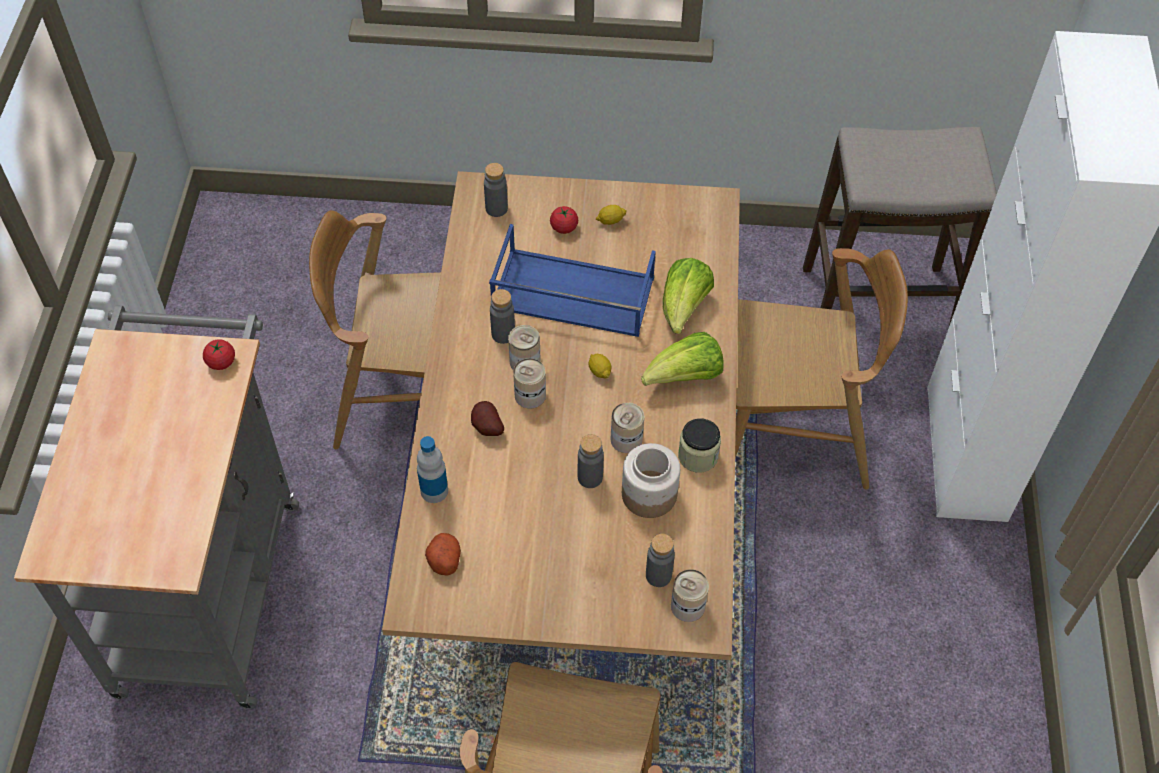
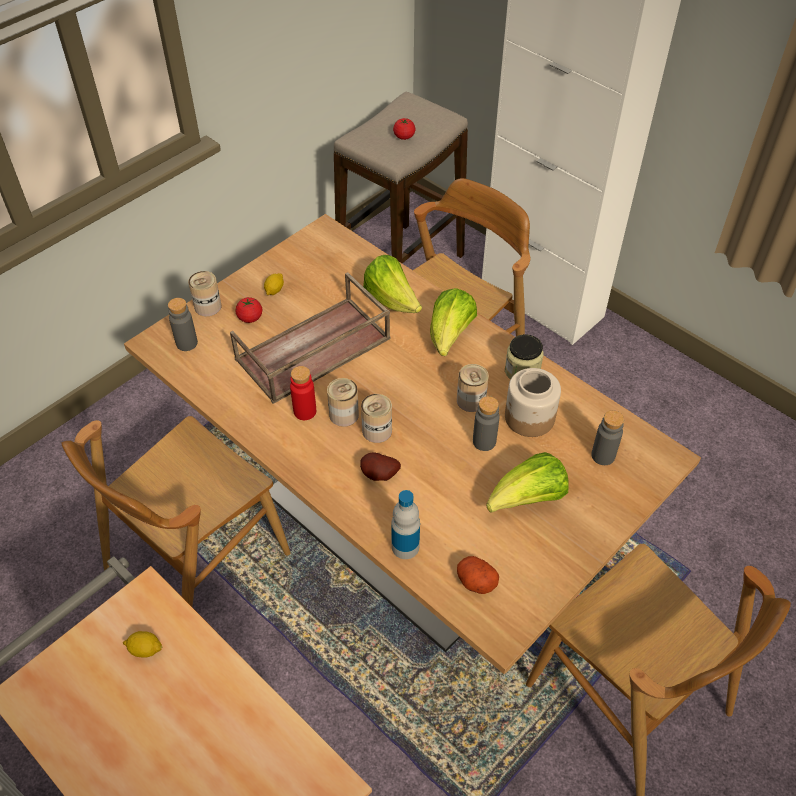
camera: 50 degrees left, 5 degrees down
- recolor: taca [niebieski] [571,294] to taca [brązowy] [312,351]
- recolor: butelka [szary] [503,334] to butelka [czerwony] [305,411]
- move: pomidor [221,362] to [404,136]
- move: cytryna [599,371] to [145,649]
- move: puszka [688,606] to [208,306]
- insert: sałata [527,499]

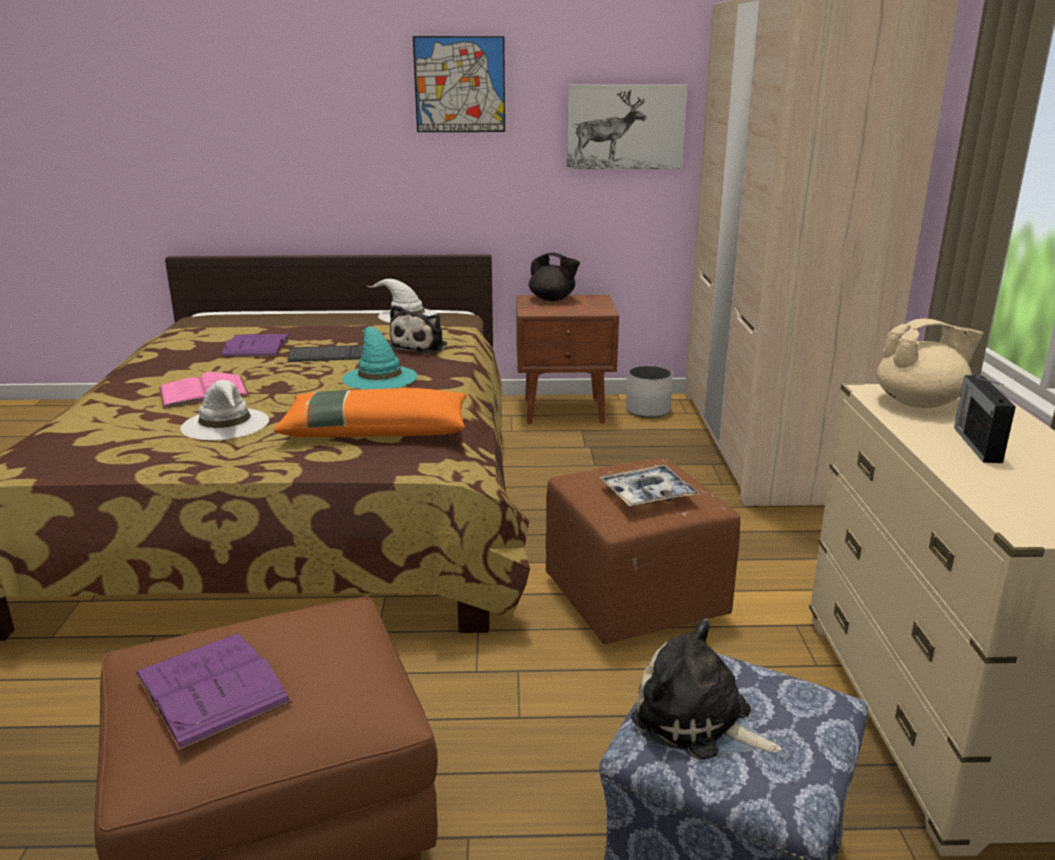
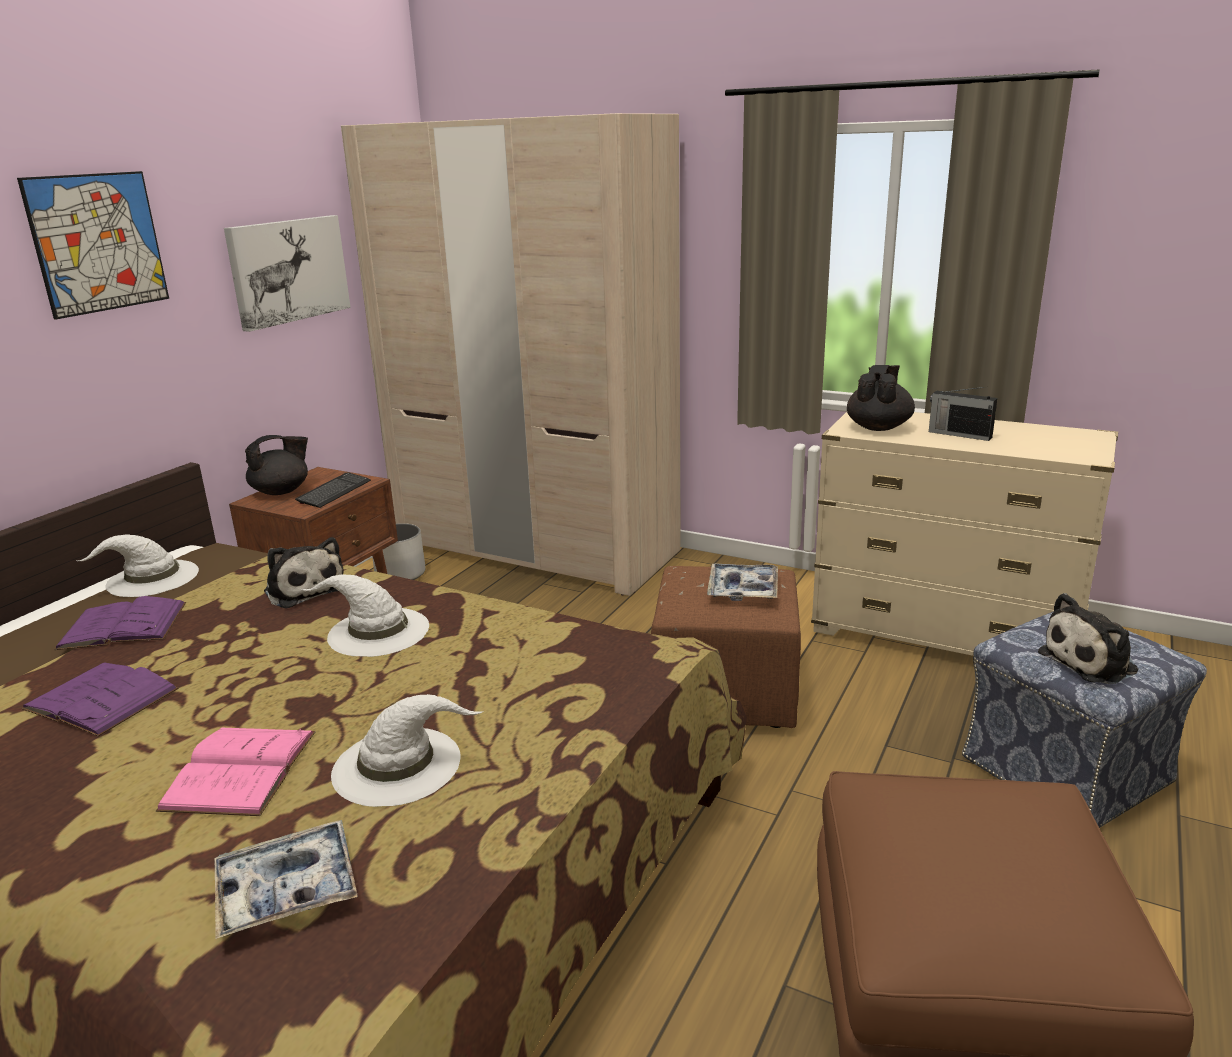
camera: 60 degrees left, 0 degrees up
- recolor: imbryk [beżowy] [920,403] to imbryk [czarny] [878,427]
- recolor: kapelusz [turkusowy] [379,377] to kapelusz [biały] [376,632]
- move: klawiatura [329,356] to [334,492]
- delete: poduszka [pomarańczowy] [376,429]
- move: książka [fioletowy] [211,688] to [123,625]
- insert: taca [287,889]

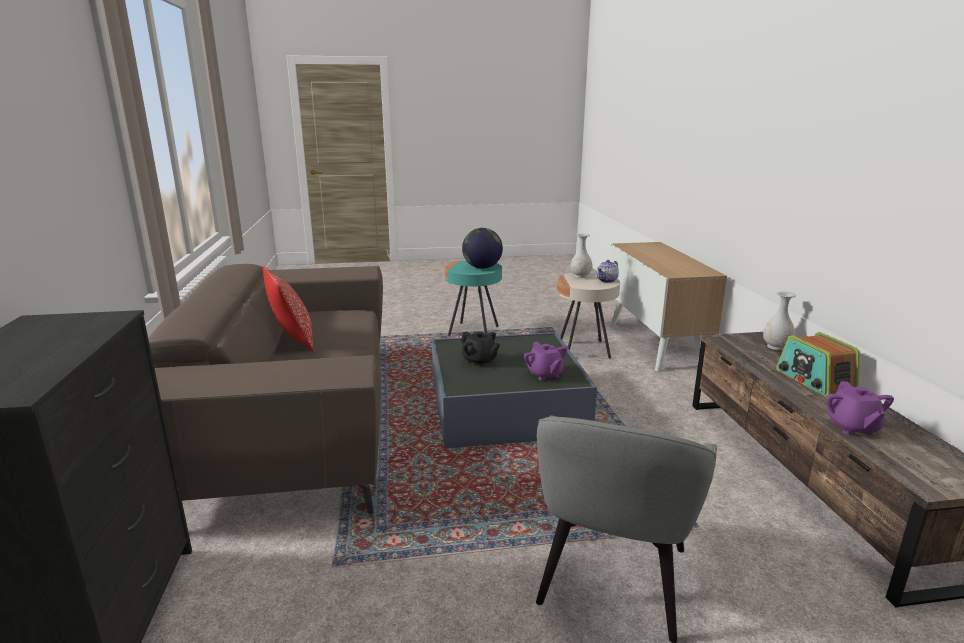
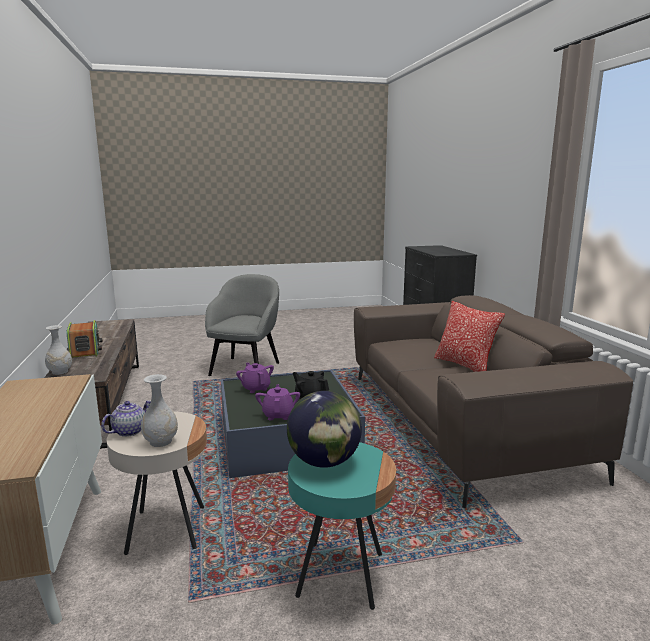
camera: 175 degrees right, 5 degrees down
- move: imbryk [fioletowy] [852,427] to [278,415]

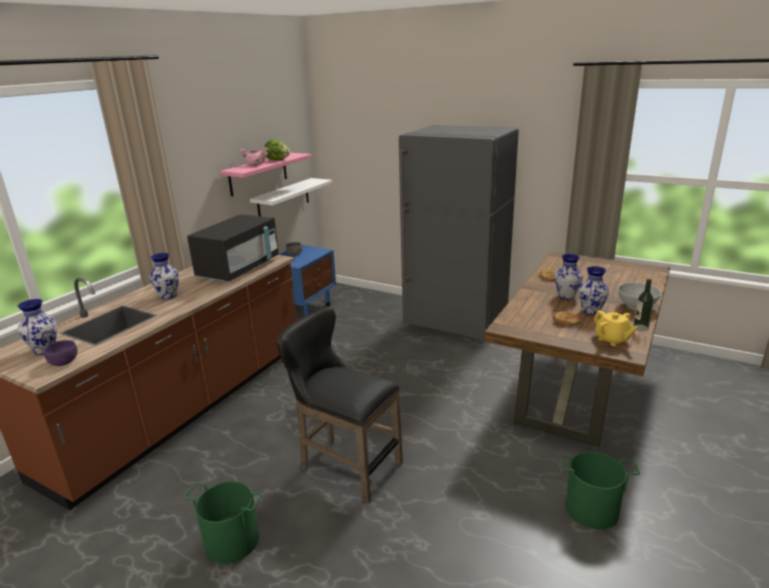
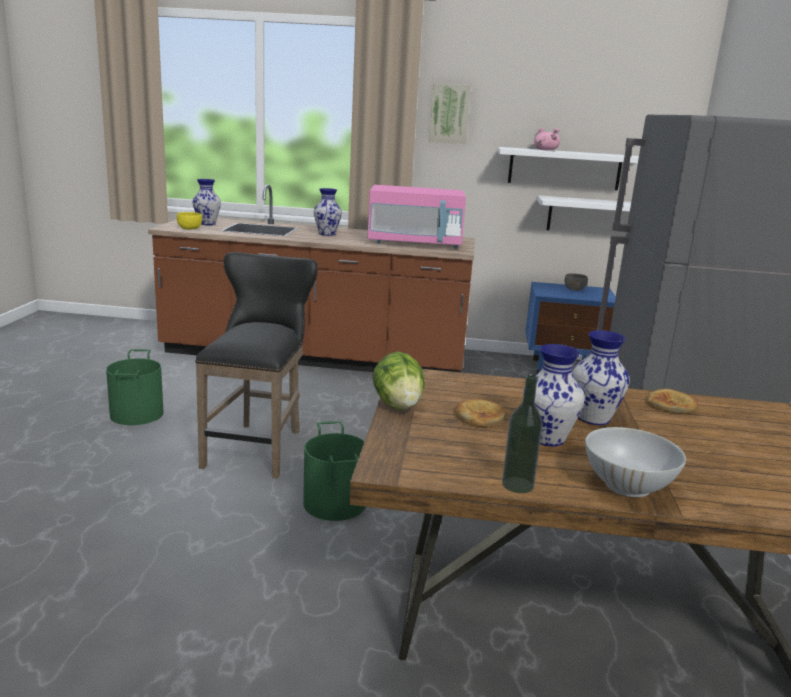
camera: 65 degrees right, 5 degrees down
- move: sałata [277,160] to [398,405]
- recolor: półka [różowy] [258,174] to półka [biały] [564,168]
- recolor: mikrofalówka [czarny] [239,269] to mikrofalówka [różowy] [415,243]
- delete: imbryk [żółty] [612,340]
- recolor: miska [fioletowy] [64,362] to miska [żółty] [190,228]
- move: wiadro [zielony] [591,509] to [333,503]
- insert: obraz [449,113]

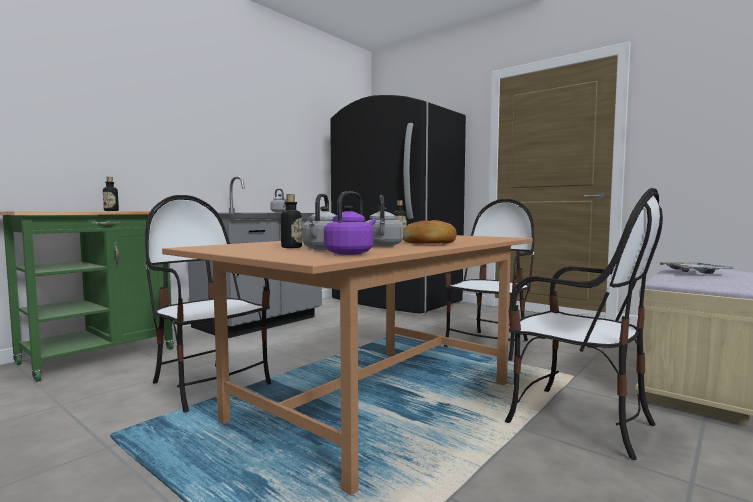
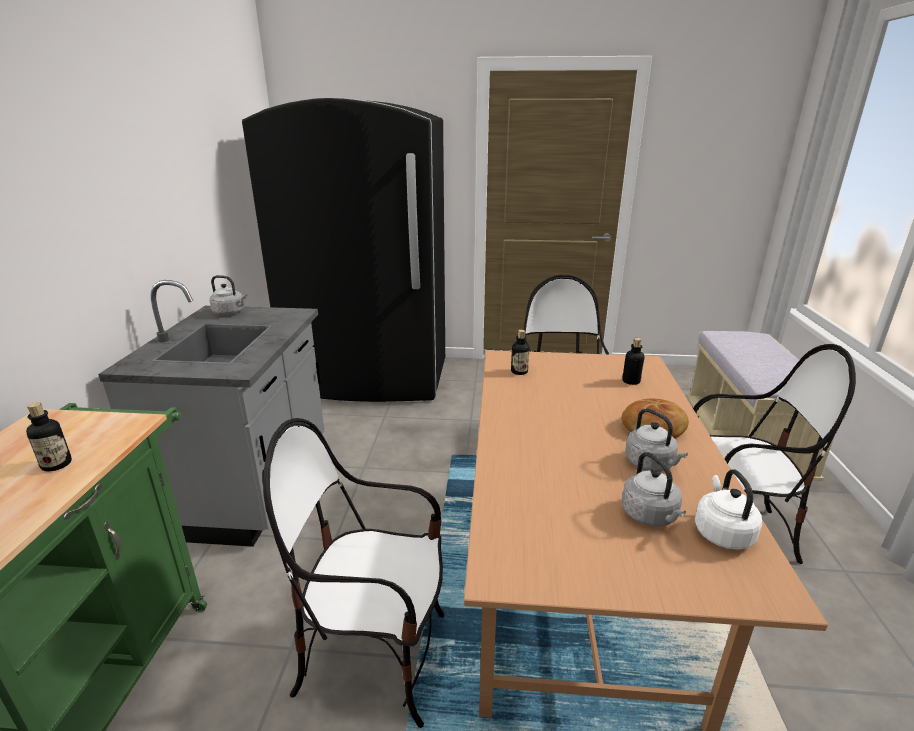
camera: 35 degrees left, 20 degrees up
- recolor: czajnik [fioletowy] [350,253] to czajnik [biały] [721,532]
- move: butelka [291,247] to [631,381]
- delete: taca [695,272]

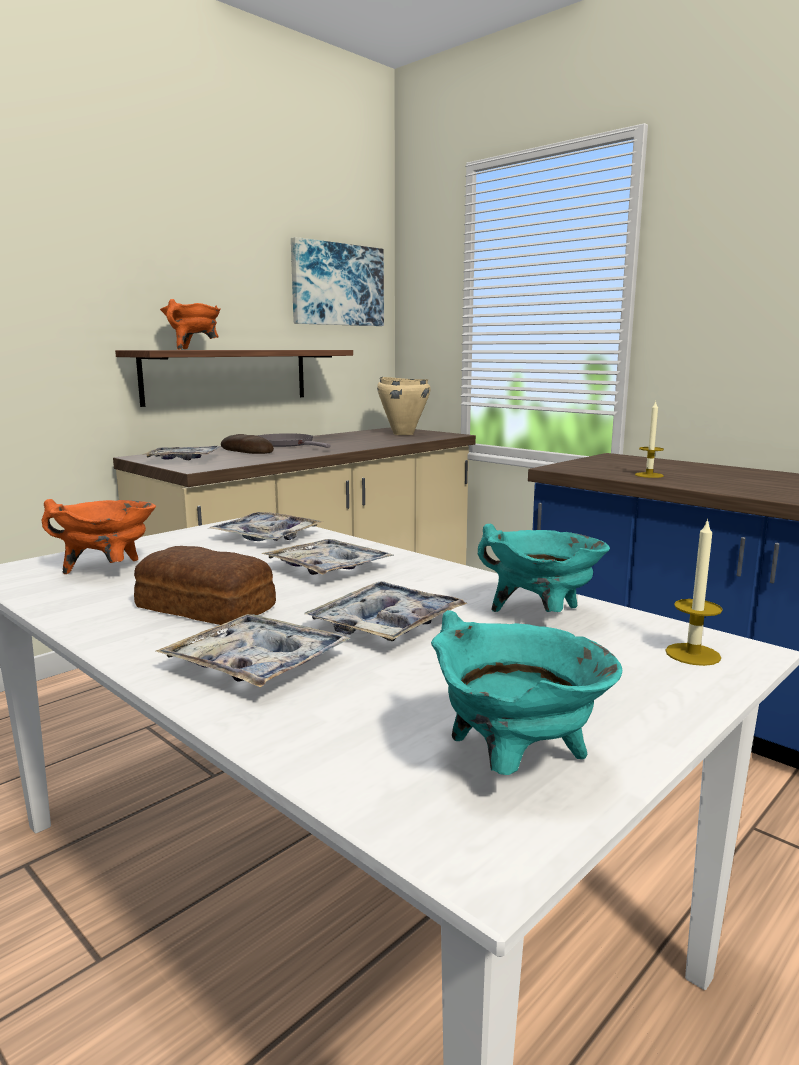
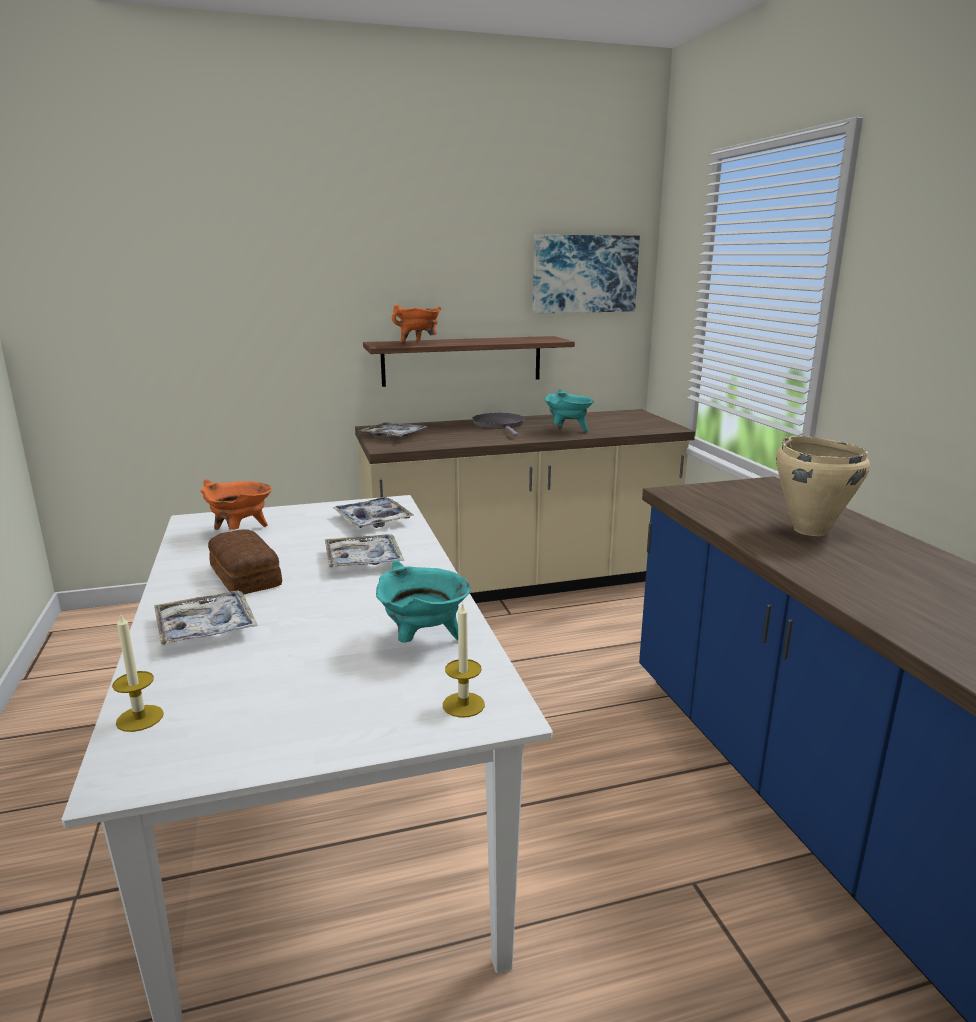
camera: 30 degrees right, 5 degrees up
- move: garnek [beżowy] [403,434] to [810,530]
- move: świeca [649,475] to [140,718]
- delete: chleb [246,451]
- delete: taca [386,624]
- move: garnek [turkusowy] [516,766] to [568,430]

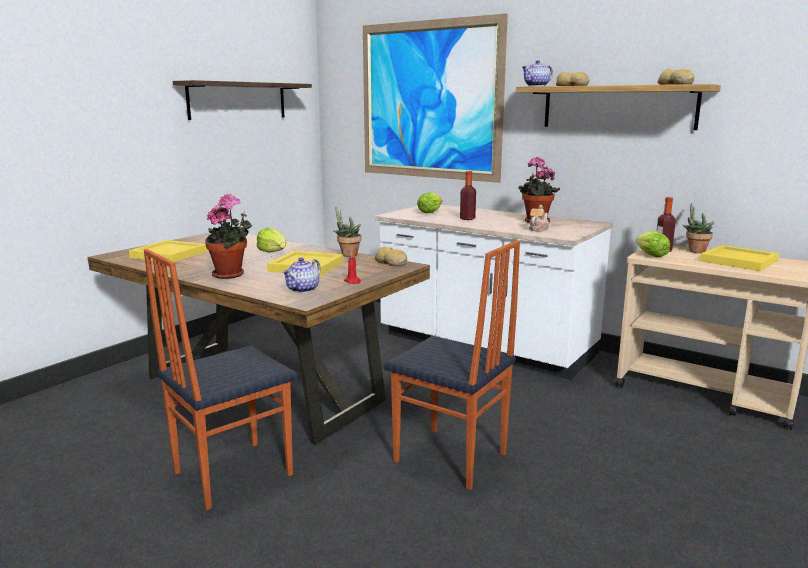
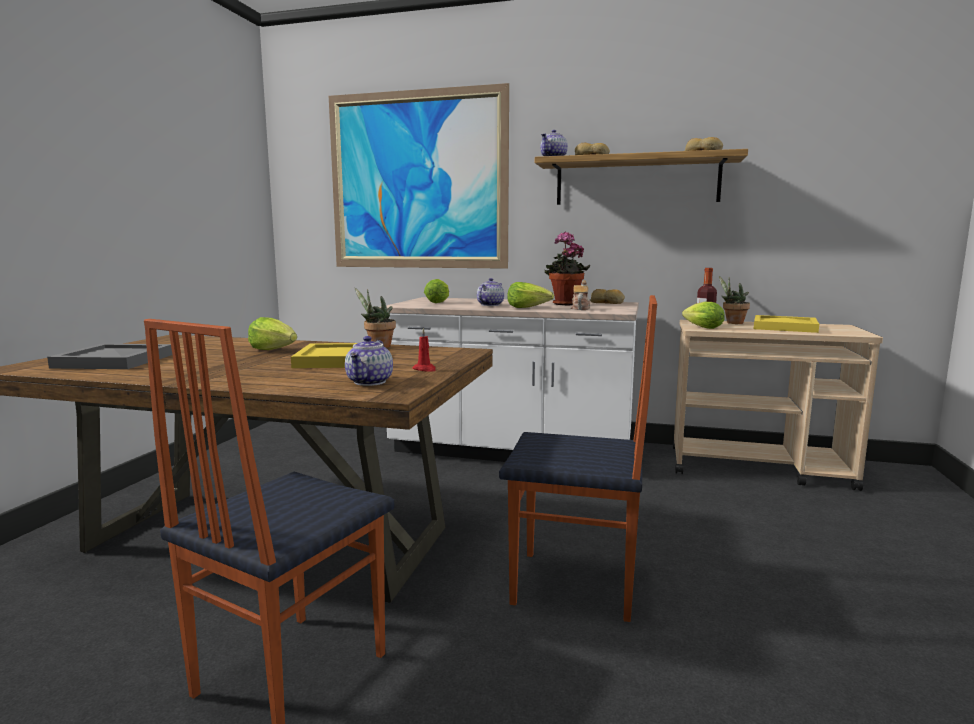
camera: 20 degrees left, 5 degrees down
- delete: półka [238,100]
- replace: butelka [467,219] to imbryk [490,305]
- delete: roślina doniczkowa [231,275]
- recolor: taca [żółty] [169,254] to taca [szary] [114,360]
- move: chleb [391,263] to [607,302]
- insert: sałata [528,308]

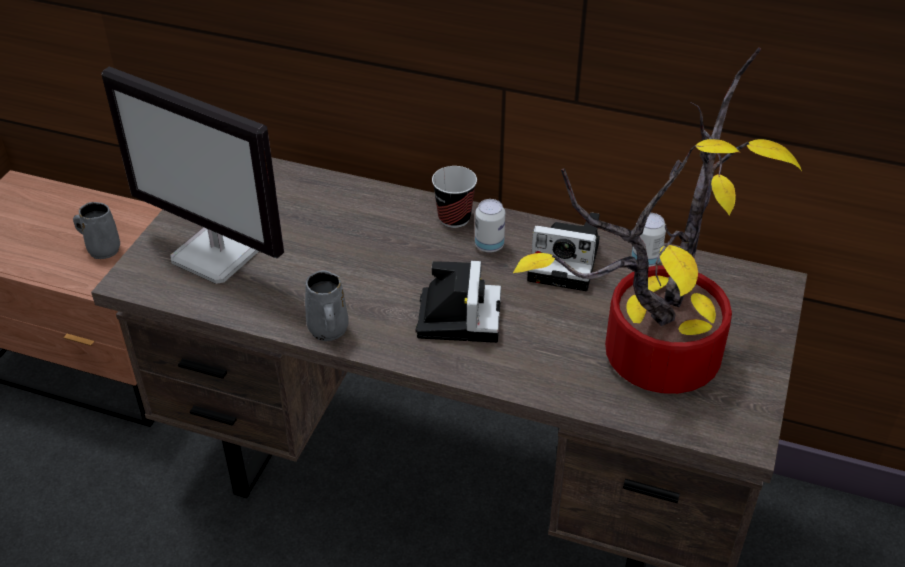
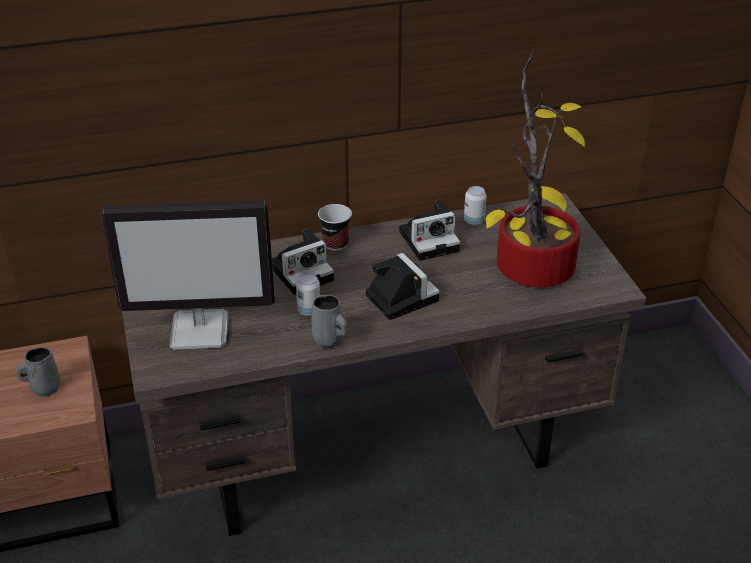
camera: 35 degrees left, 5 degrees down
- move: puszka [489,245] to [309,310]
- insert: aparat fotograficzny [303,271]

